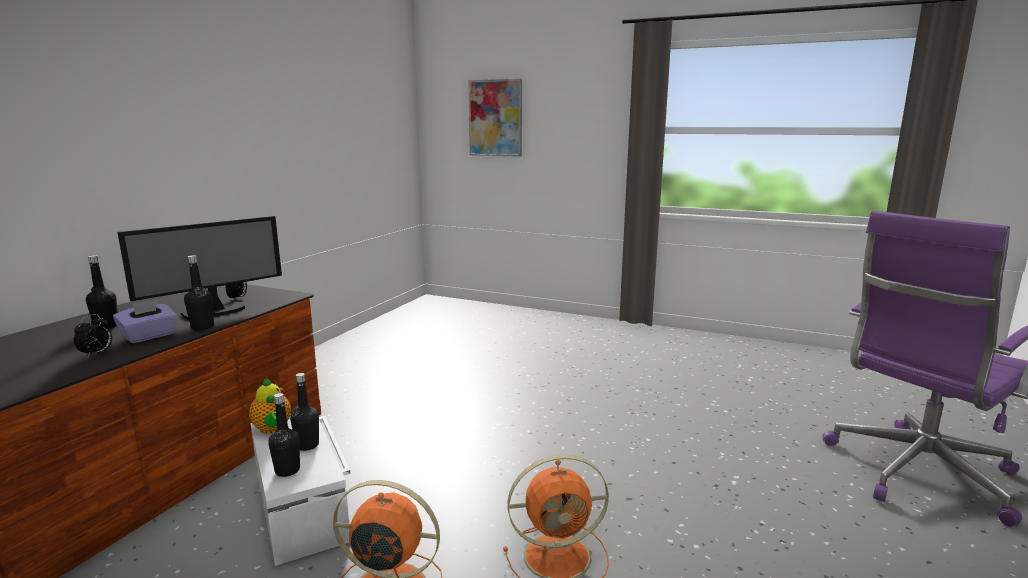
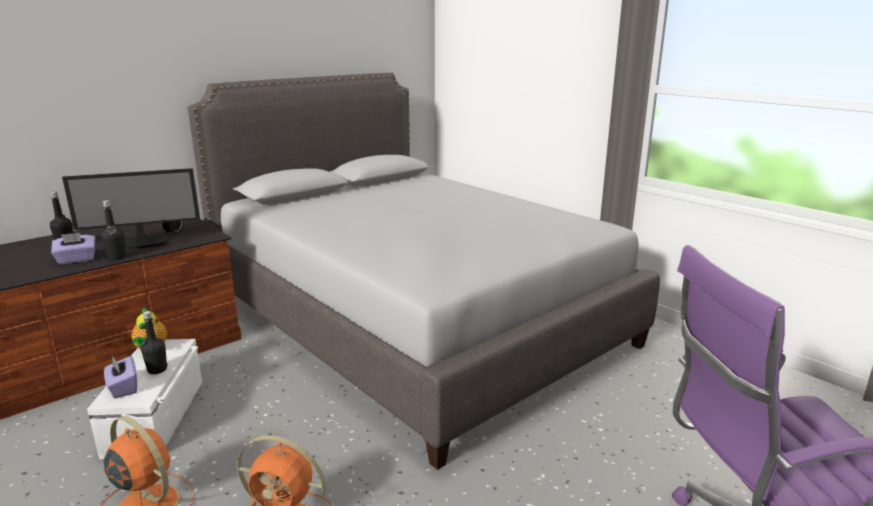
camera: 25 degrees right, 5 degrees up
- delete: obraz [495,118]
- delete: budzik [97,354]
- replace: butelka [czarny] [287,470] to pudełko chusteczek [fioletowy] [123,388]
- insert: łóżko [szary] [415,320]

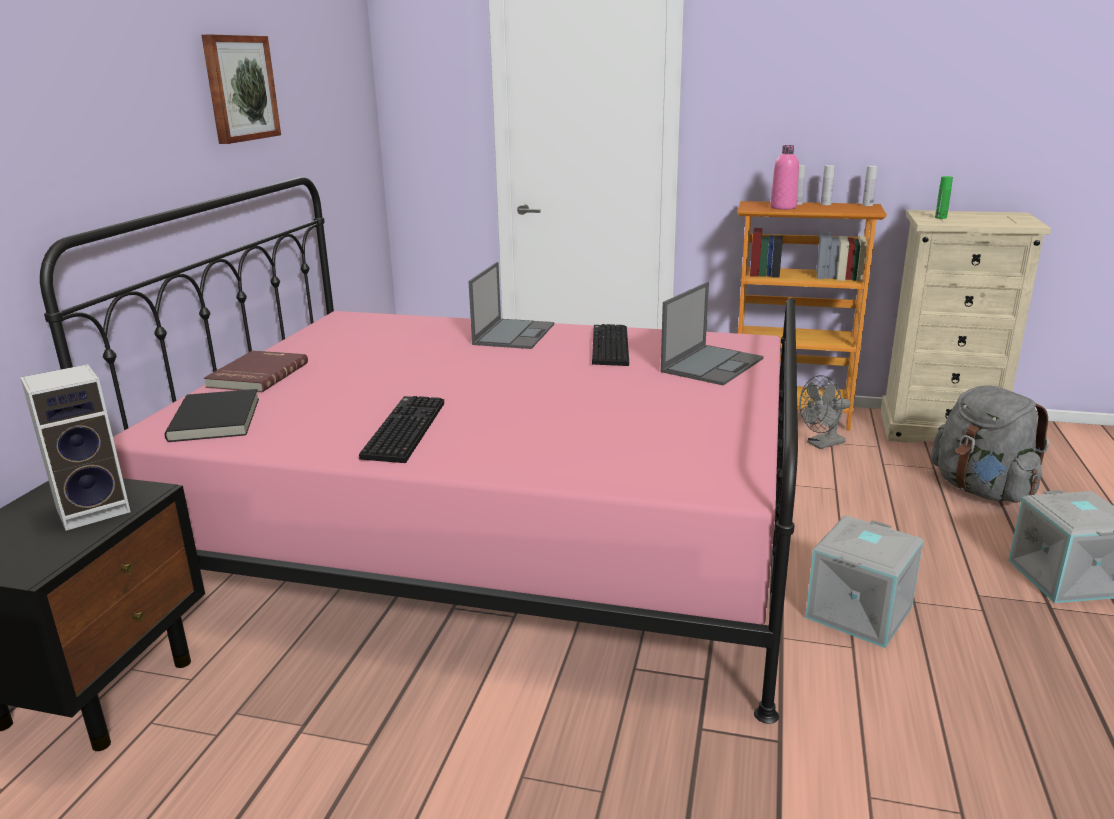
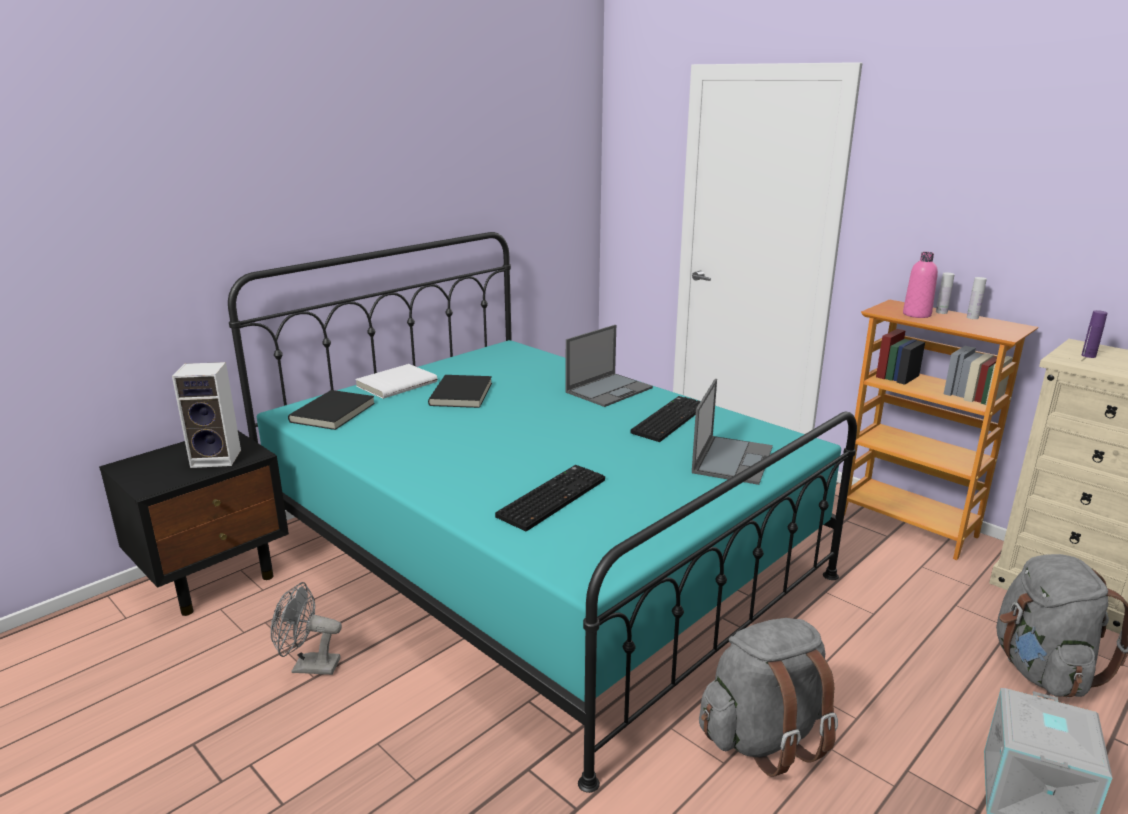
camera: 30 degrees right, 0 degrees up
- delete: obraz [239,88]
- delete: butelka [biały] [867,205]
- recolor: butelka [zielony] [940,217] to butelka [fioletowy] [1088,355]
- recolor: łóżko [różowy] [496,533] to łóżko [turkusowy] [537,554]
- rotate: laptop [712,365] = [732,459] 45 degrees counterclockwise
- recolor: książka [czerwony] [256,375] to książka [biały] [396,384]
- move: wentylator [szary] [821,444] to [308,666]
- move: klawiatura [403,429] to [551,497]
- replace: pojemnik do przechowywania [szary] [860,613] to plecak [szary] [764,737]
- insert: książka [czarny] [462,394]

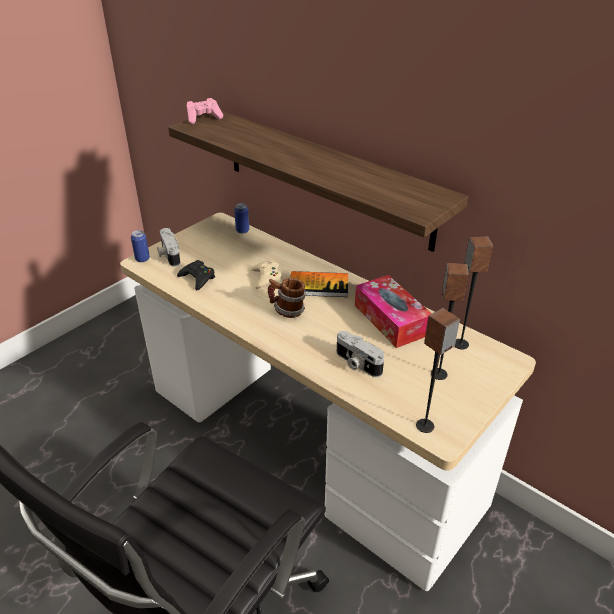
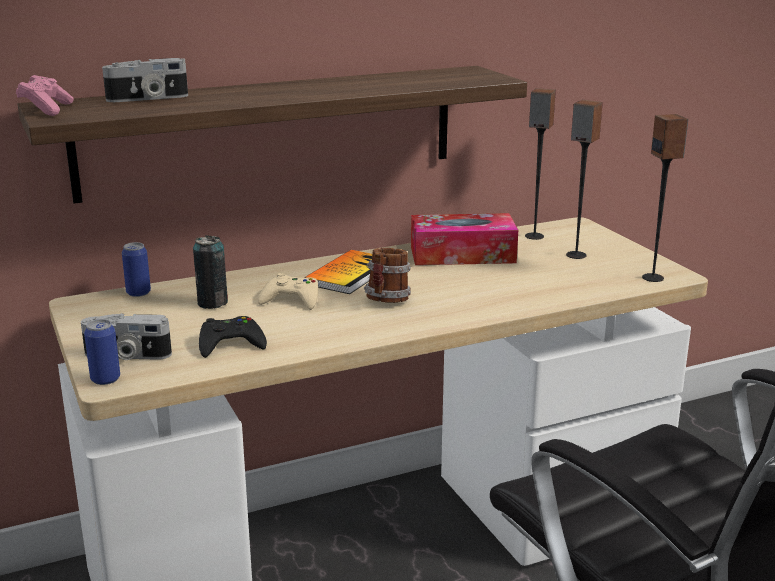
camera: 65 degrees left, 15 degrees down
- move: aparat fotograficzny [357,363] to [148,98]
- insert: puszka [212,303]

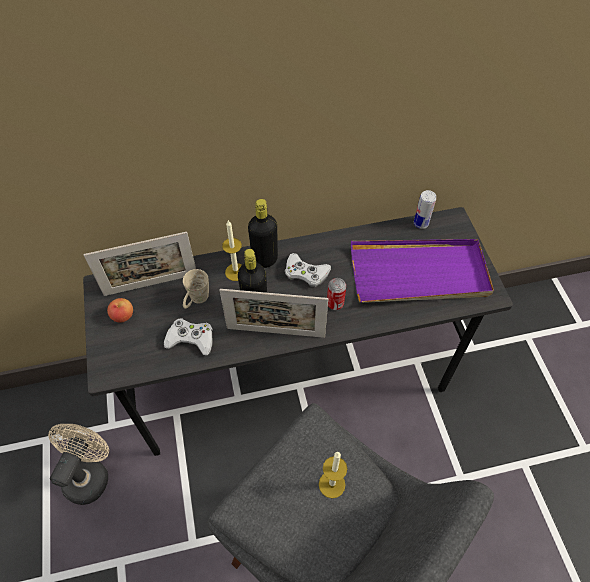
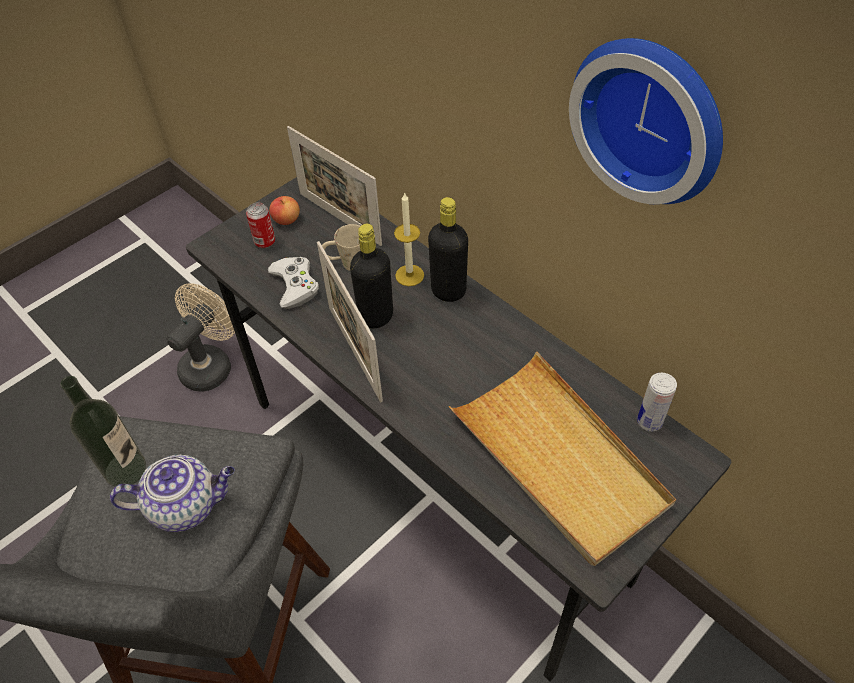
camera: 60 degrees right, 5 degrees down
- recolor: taca [fioletowy] [419,274] to taca [beżowy] [559,459]
- delete: pad do gier [biały] [306,273]
- move: puszka [335,303] to [265,242]
- rotate: wentylator [beżowy] [89,474] = [211,364] 45 degrees counterclockwise
- replace: świeca [332,484] to imbryk [186,505]
- insert: zegar ścienny [652,117]
- insert: butelka [125,469]

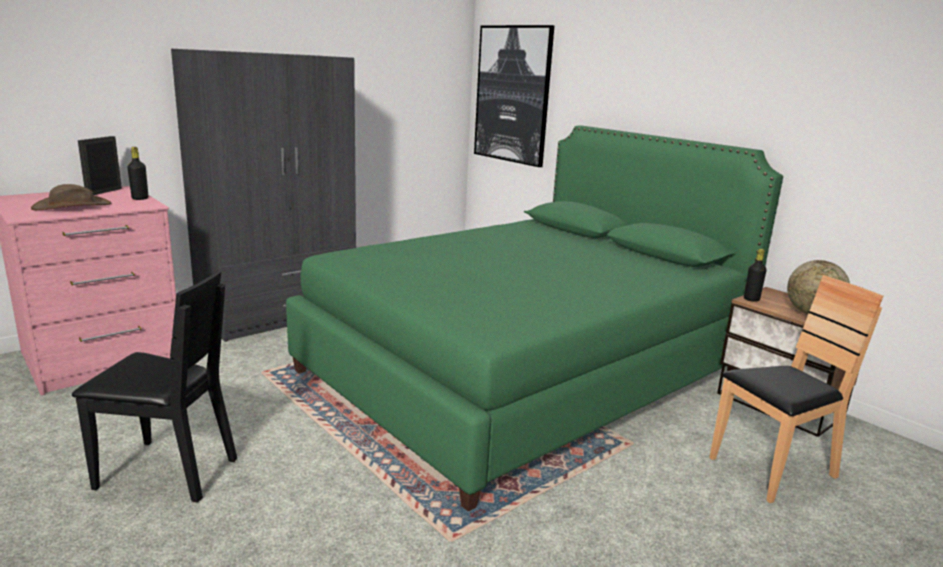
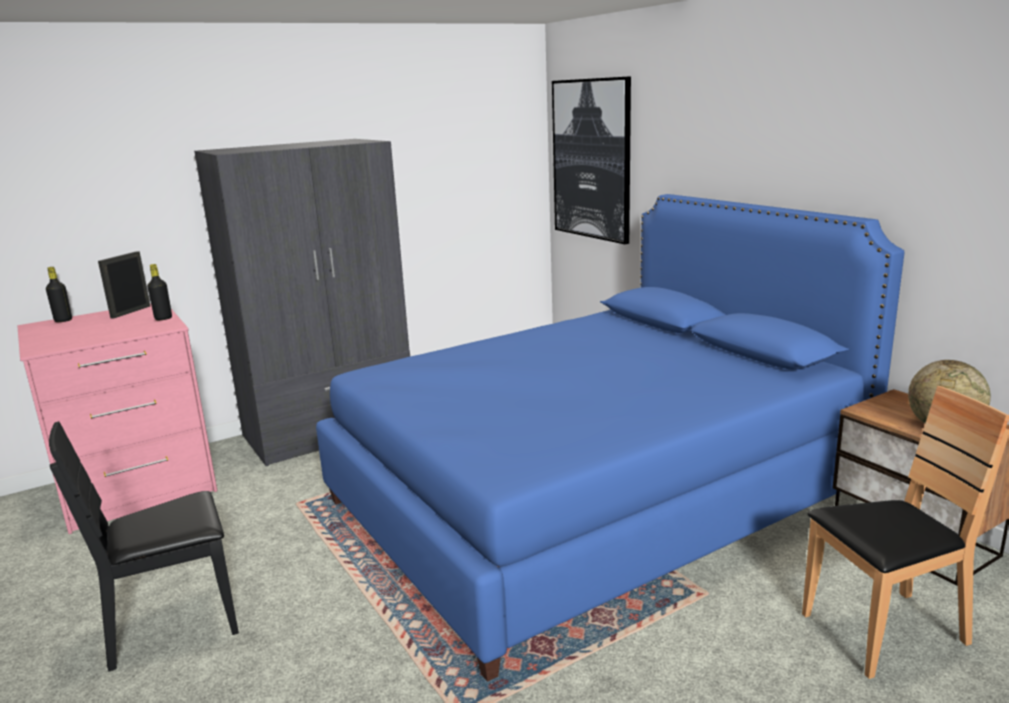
camera: 10 degrees right, 0 degrees up
- recolor: łóżko [zielony] [523,372] to łóżko [niebieski] [592,499]
- delete: kapelusz [brązowy] [72,206]
- move: butelka [czarny] [751,299] to [63,320]
- rotate: krzesło [czarny] [167,472] = [174,626] 135 degrees clockwise

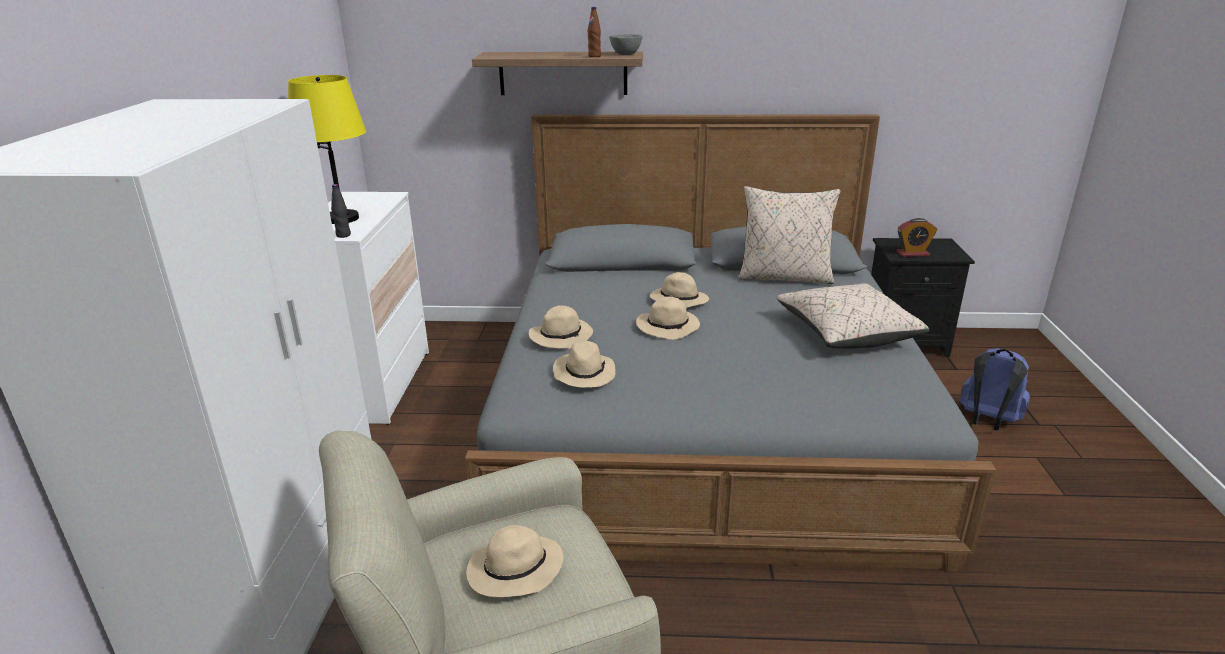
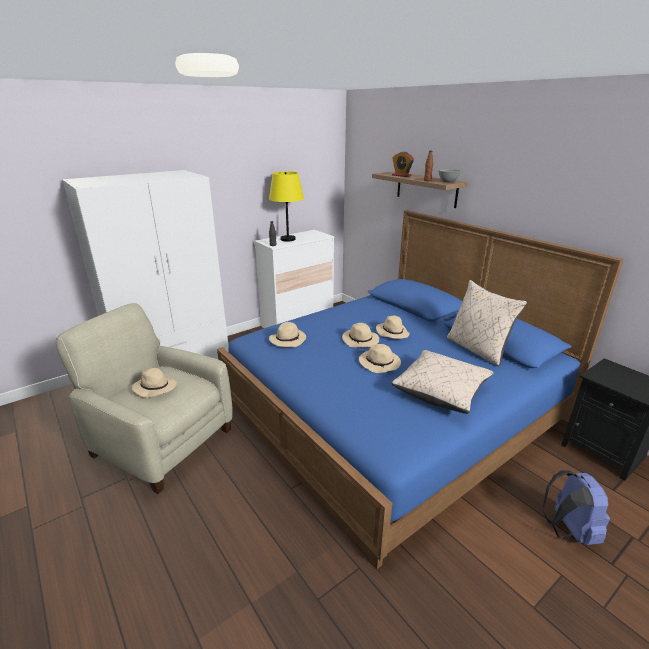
camera: 50 degrees right, 0 degrees up
- recolor: łóżko [szary] [703,417] to łóżko [niebieski] [391,408]
- move: budzik [912,254] to [401,175]
- move: kapelusz [beżowy] [562,336] to [380,363]

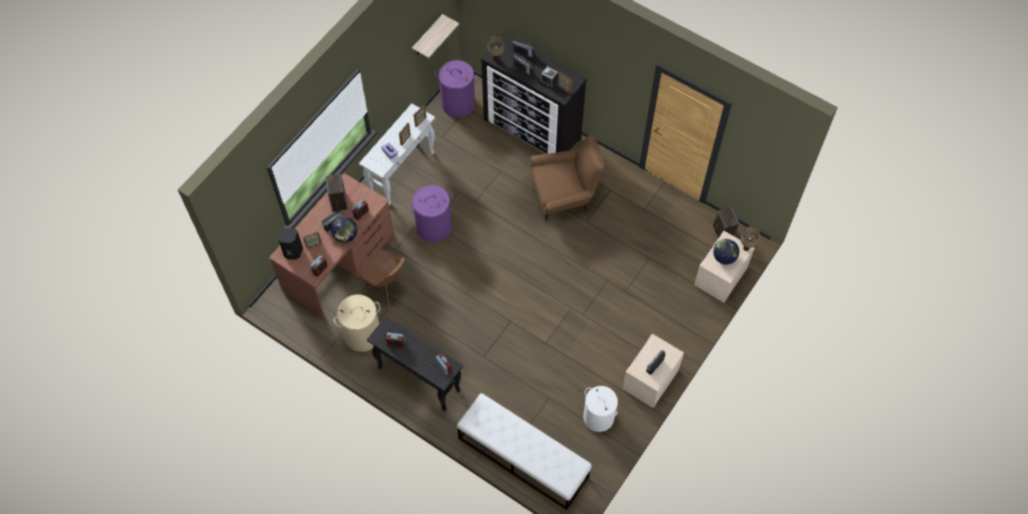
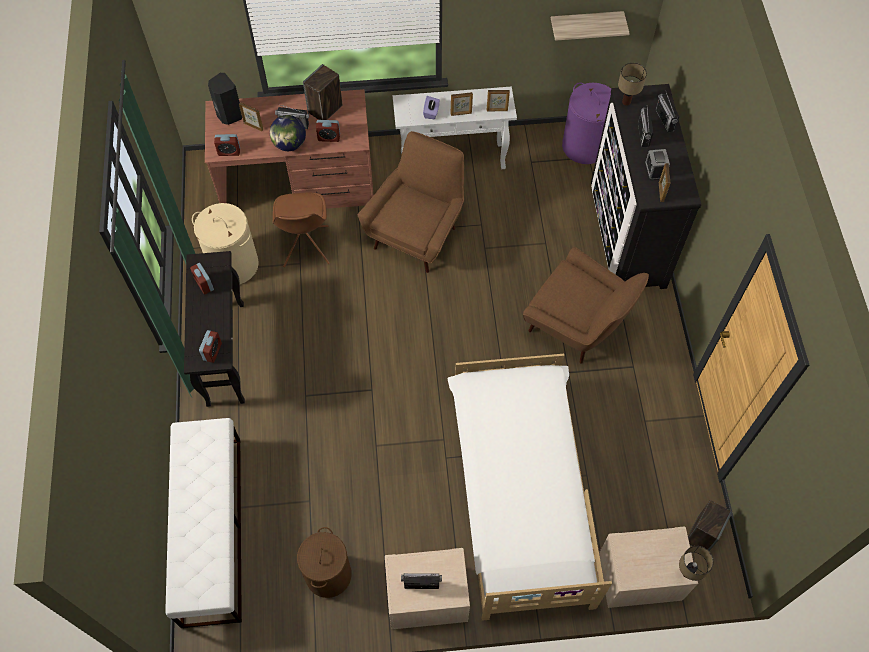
camera: 50 degrees right, 0 degrees up
- replace: kosz na pranie [fioletowy] [434,227] to fotel [brązowy] [417,234]
- delete: globus [724,257]
- recolor: kosz na pranie [biały] [598,417] to kosz na pranie [brązowy] [328,574]
- insert: łóżko [biały] [520,492]

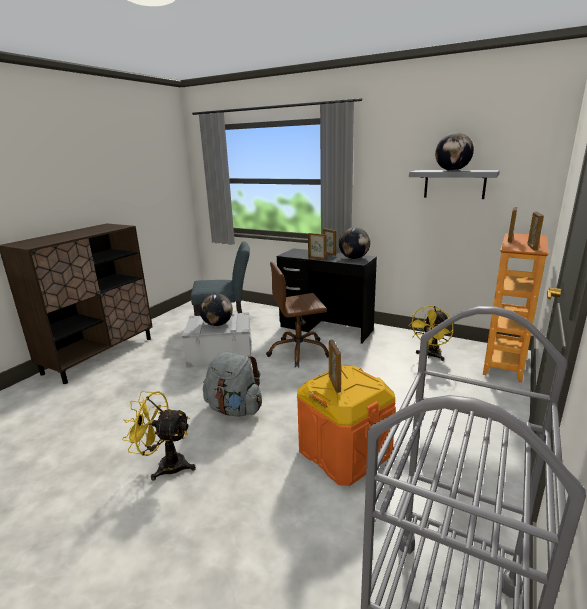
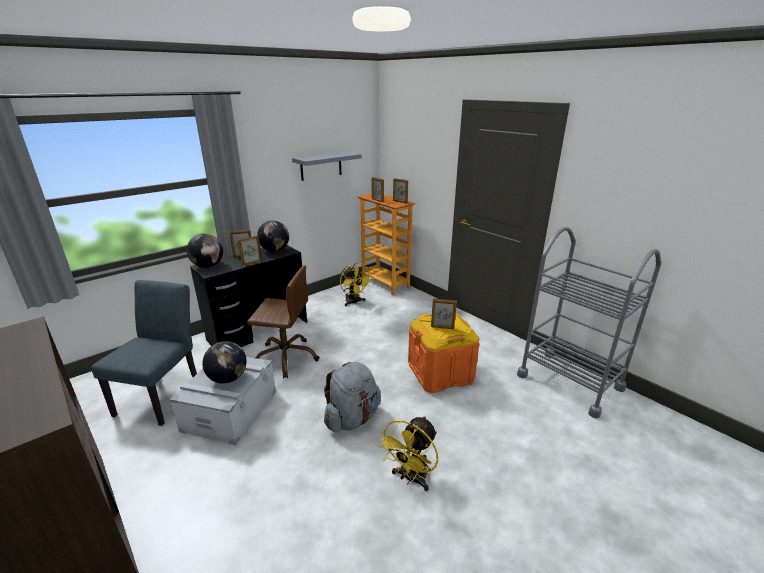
camera: 70 degrees left, 5 degrees up
- move: globus [452,170] to [208,266]
- rotate: krzesło biurowe [brązowy] [298,352] = [286,357] 90 degrees counterclockwise

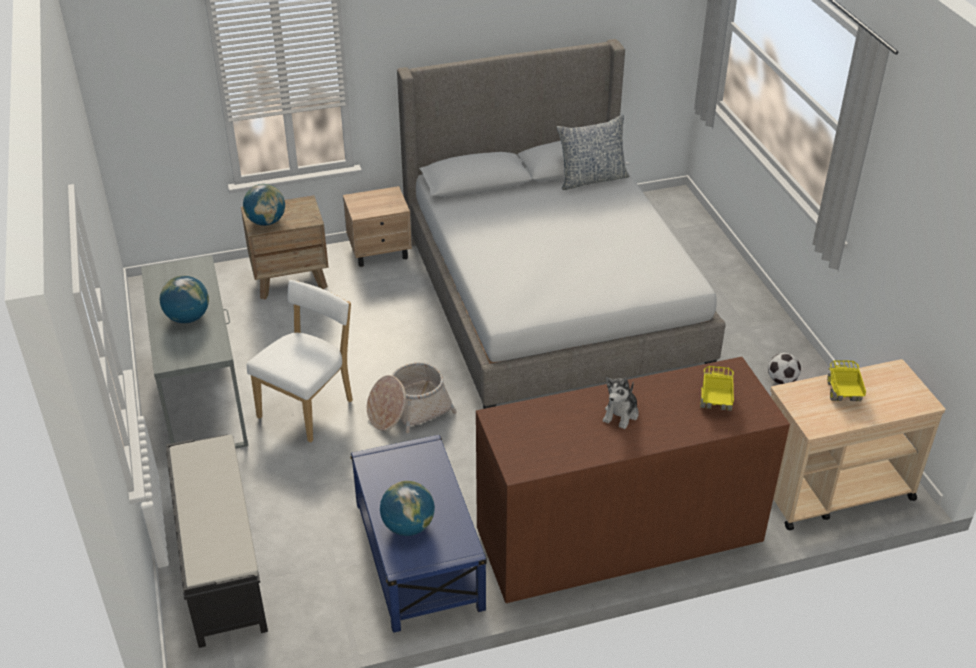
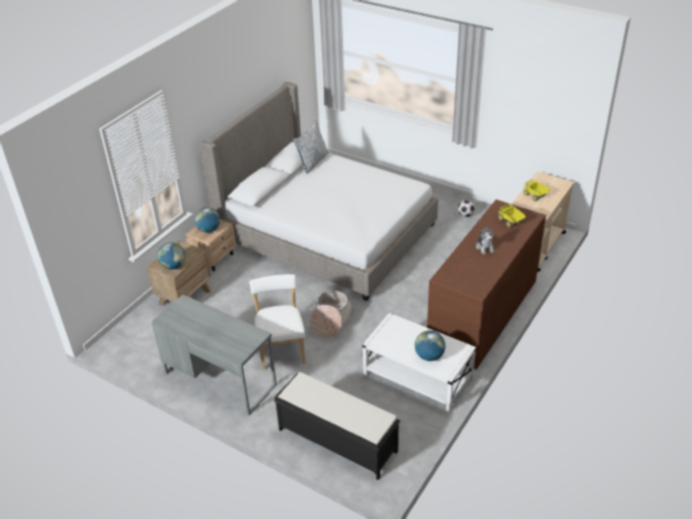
camera: 40 degrees left, 0 degrees up
- move: globus [188,318] to [208,229]
- recolor: ława [niebieski] [418,555] to ława [biały] [418,376]

